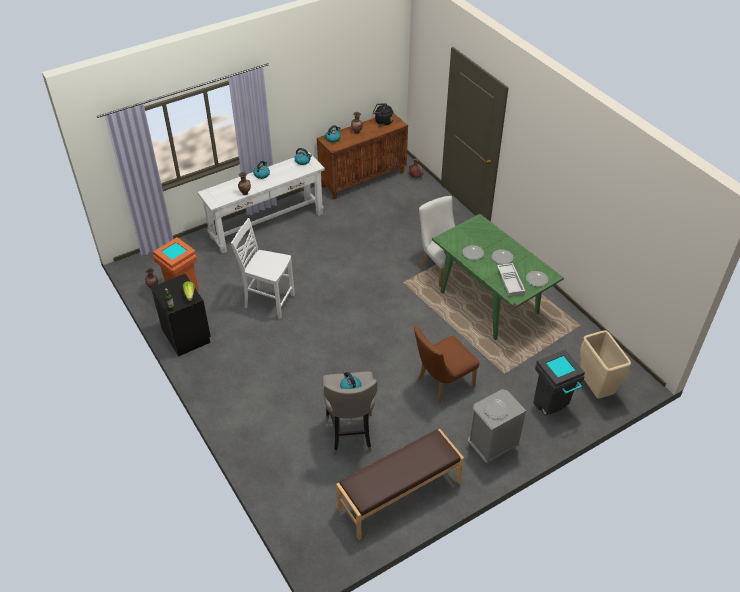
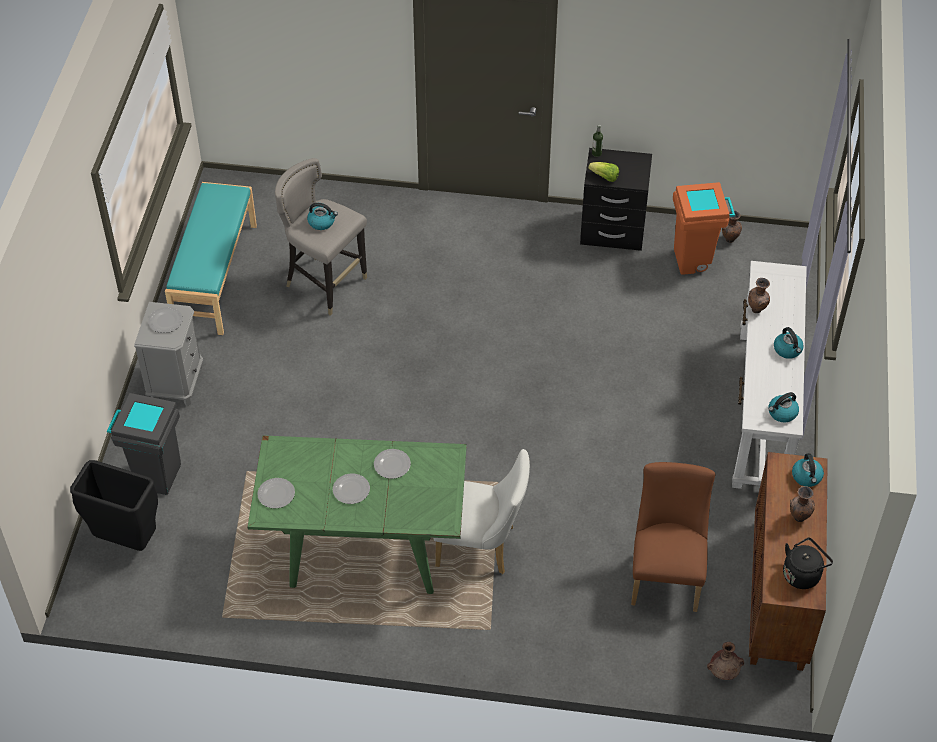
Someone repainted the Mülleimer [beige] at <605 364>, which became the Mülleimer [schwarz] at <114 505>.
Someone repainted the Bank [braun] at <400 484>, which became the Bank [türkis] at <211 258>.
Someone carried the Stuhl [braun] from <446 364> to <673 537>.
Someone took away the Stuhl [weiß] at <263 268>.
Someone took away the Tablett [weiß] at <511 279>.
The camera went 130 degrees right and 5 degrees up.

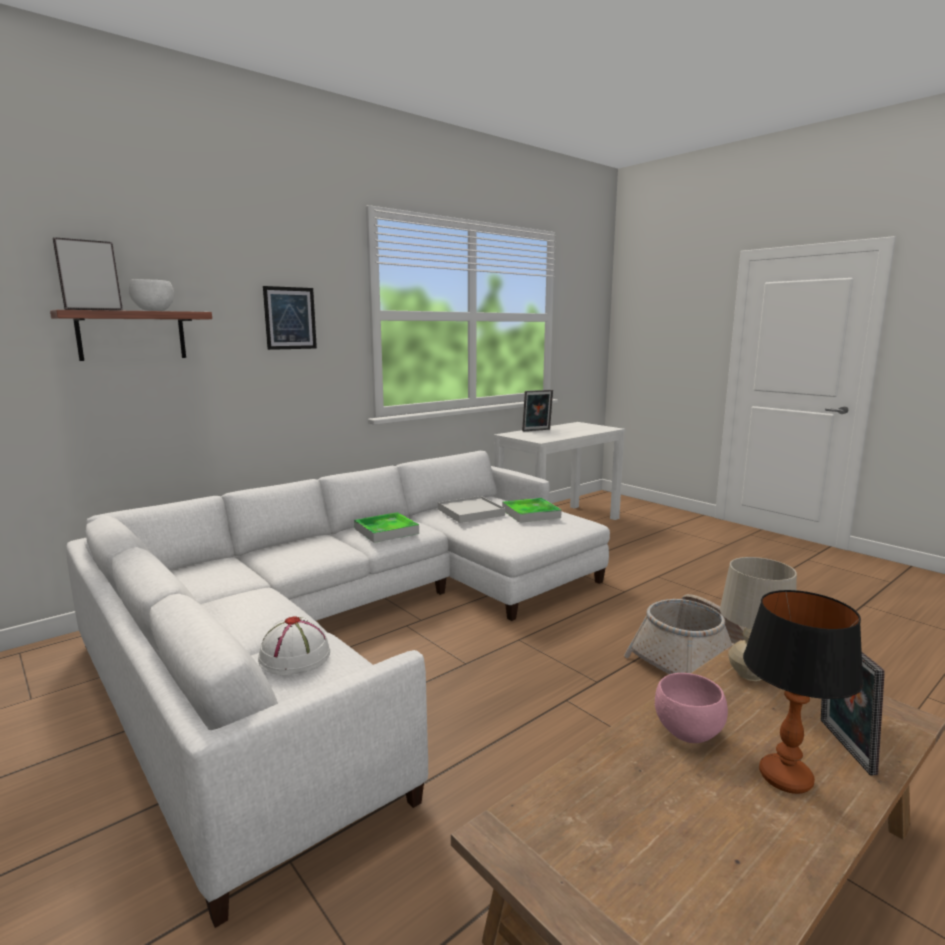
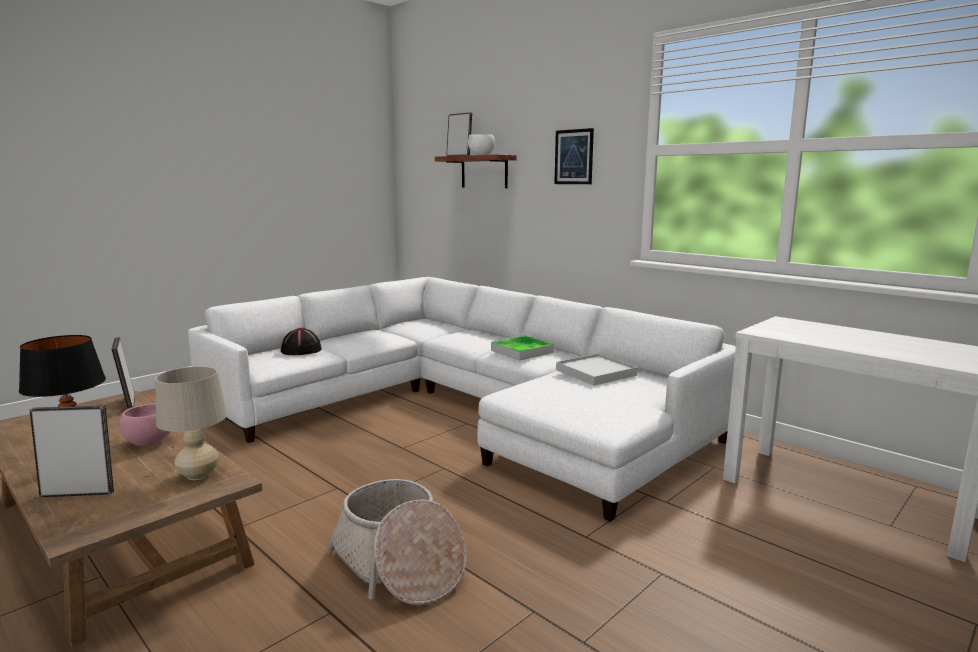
Someone carried the Bilderrahmen from <537 410> to <123 373>.
Someone repainted the Hut [weiß] at <294 646>, which became the Hut [schwarz] at <301 341>.
Someone took away the Tablett at <532 510>.
The camera went 85 degrees right and 0 degrees up.

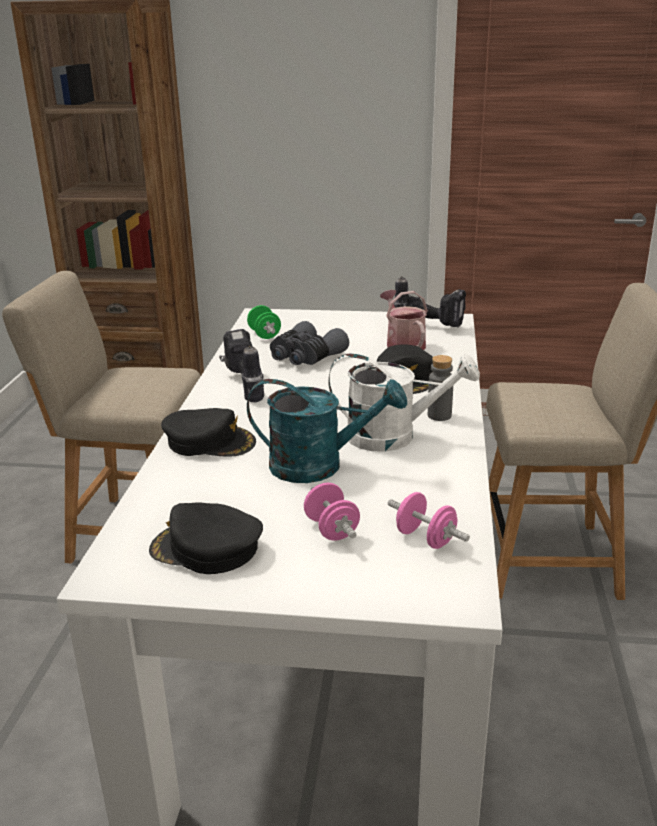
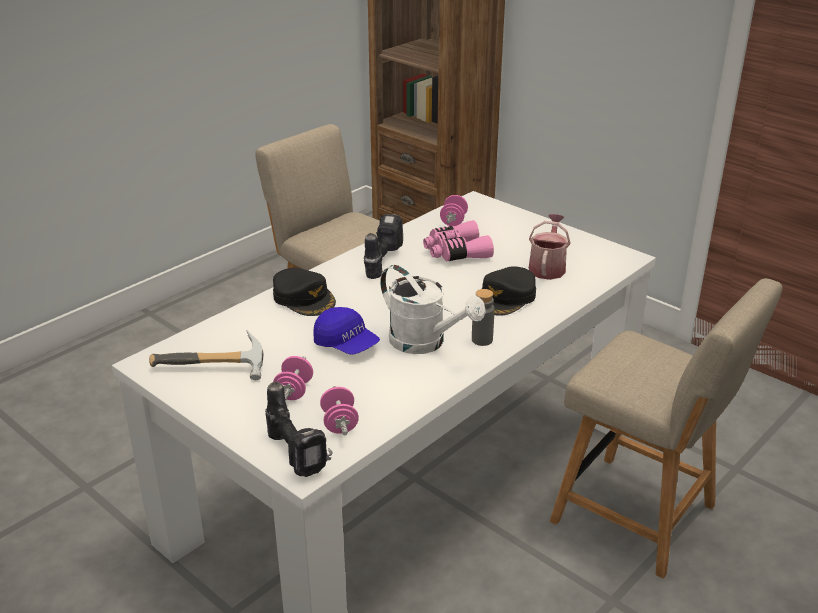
Someone swapped the Kappe [schwarz] at <206 538> for the Hammer at <206 355>.
Someone carried the Bohrmaschine from <430 301> to <299 429>.
Someone swapped the Gießkanne [türkis] at <327 431> for the Kappe [blau] at <346 331>.
Someone repainted the Fernglas [grau] at <309 343>, which became the Fernglas [rosa] at <458 240>.
Someone repainted the Hantel [grün] at <264 322>, which became the Hantel [rosa] at <454 210>.
The camera went 35 degrees right and 5 degrees up.

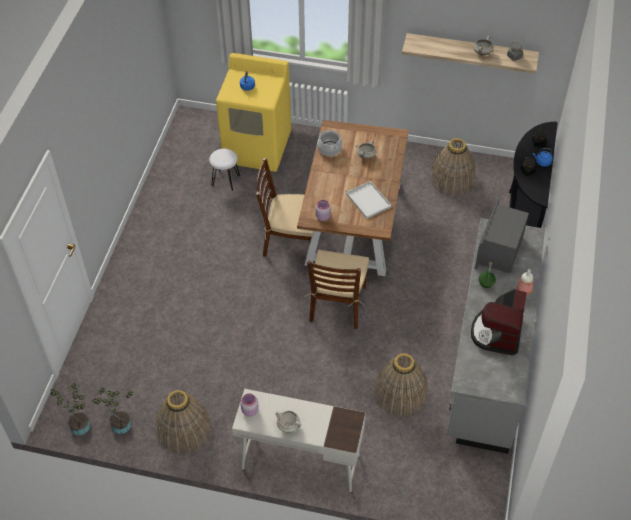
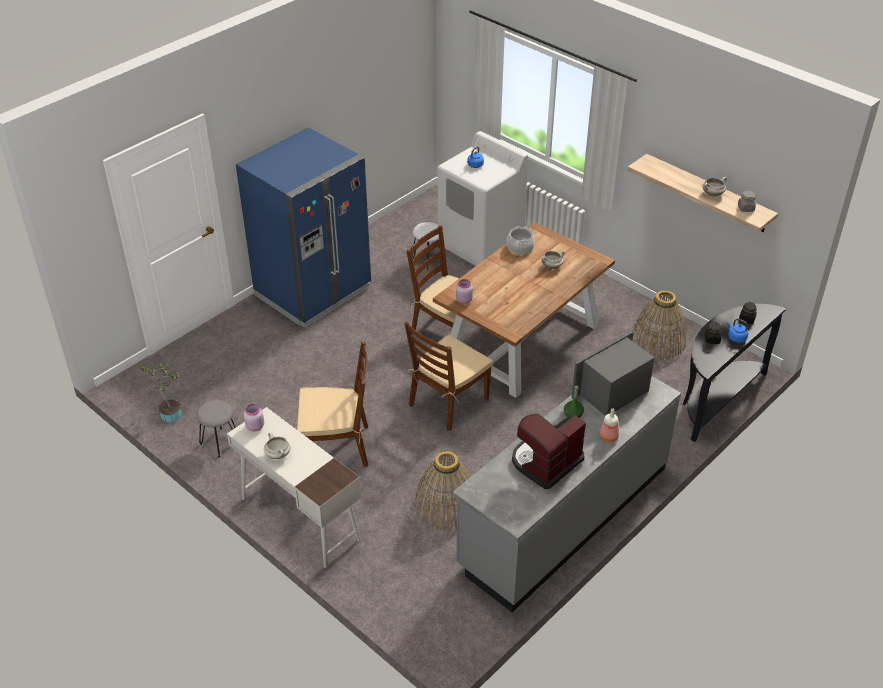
Someone swapped the Korb at <184 422> for the Hocker [grau] at <216 428>.
Someone put down the Kühlschrank [blau] at <303 227>.
Someone put down the Stuhl [braun] at <332 404>.
Someone repainted the Waschmaschine [gelb] at <253 112>, which became the Waschmaschine [weiß] at <483 198>.
Someone took away the Topfpflanze at <70 409>.
Someone took away the Tablett [weiß] at <368 200>.
The camera went 30 degrees right and 10 degrees down.

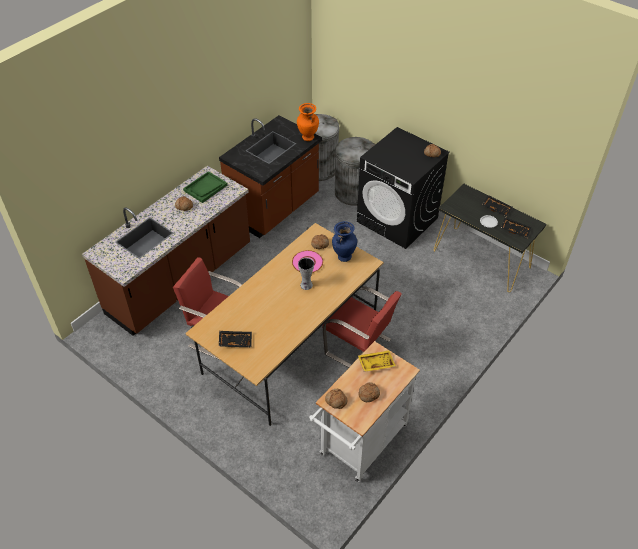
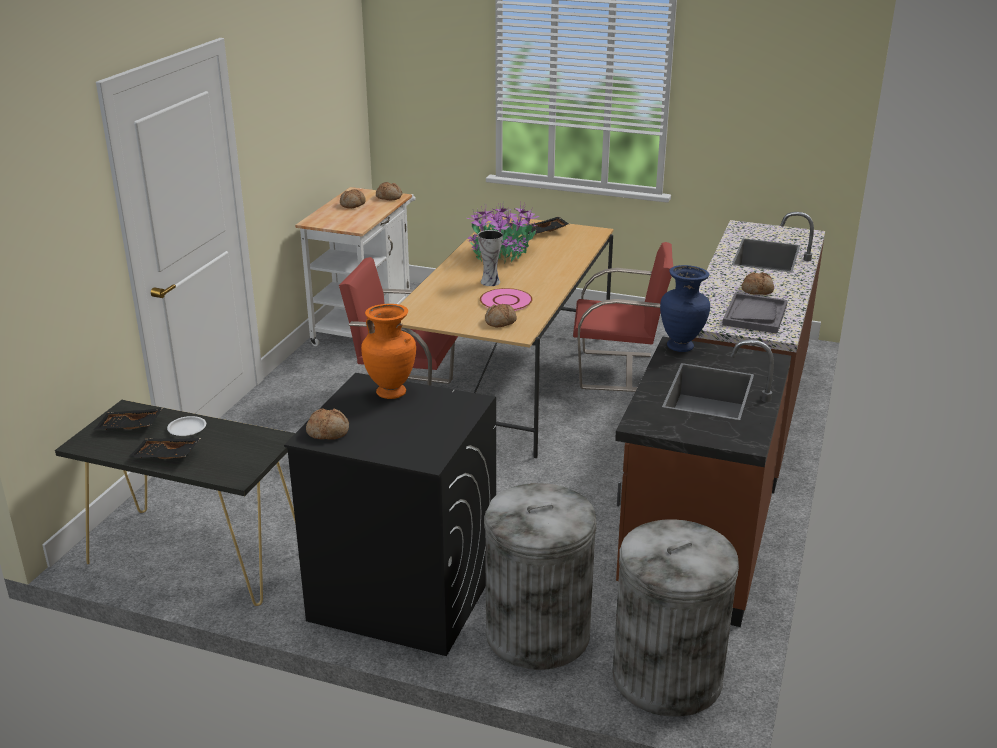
Someone carried the Vase [orange] from <308 122> to <388 351>.
Someone put down the Topfpflanze at <503 233>.
Someone carried the Vase [blau] from <344 241> to <685 308>.
Someone repainted the Tablett [grün] at <205 187>, which became the Tablett [grau] at <755 313>.
Someone took away the Tablett [gelb] at <377 361>.
The camera went 160 degrees right and 20 degrees down.

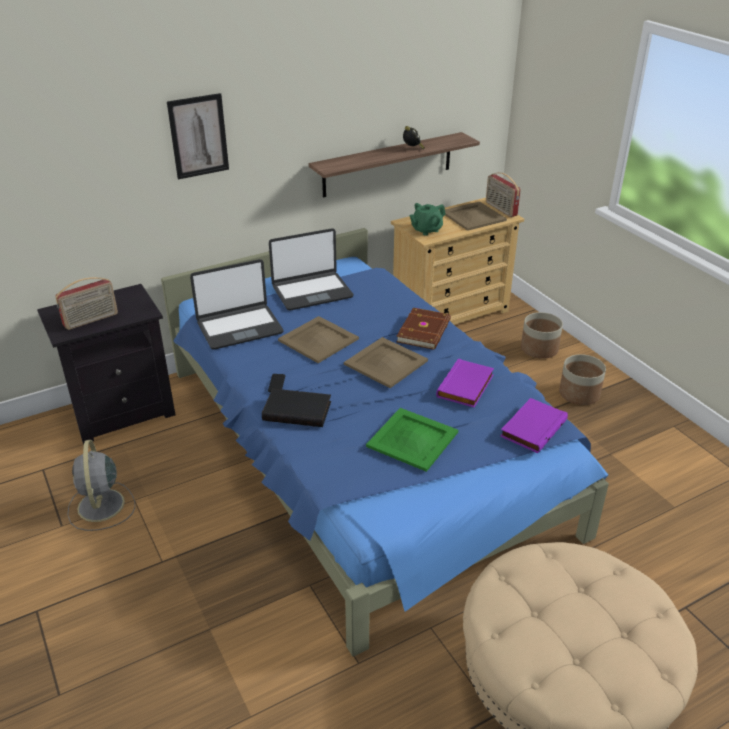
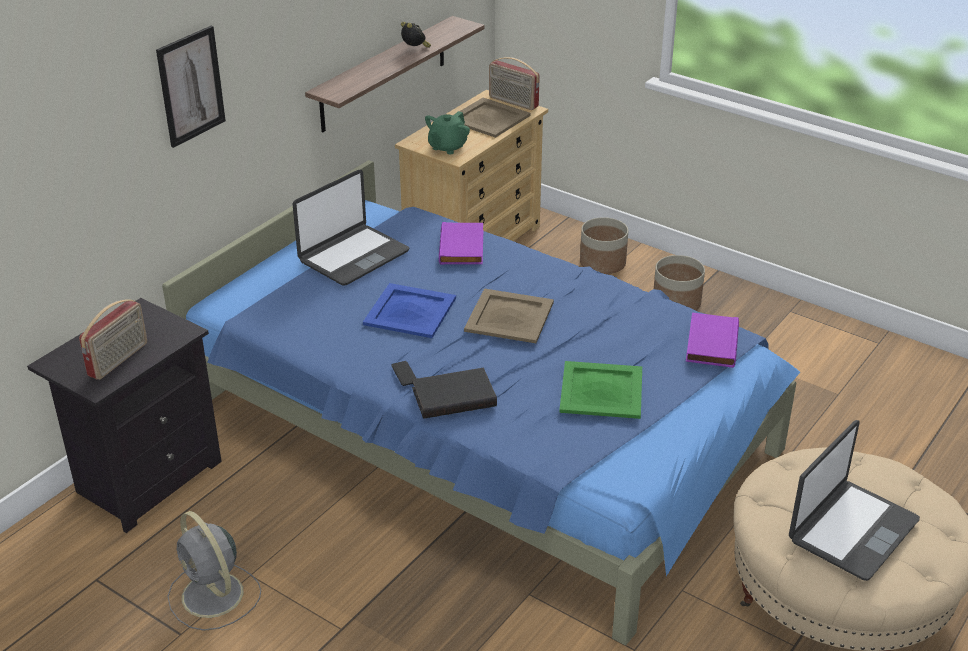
Someone repainted the Tablett [beige] at <318 339>, which became the Tablett [blau] at <409 310>.
Someone carried the Buch [lila] from <465 382> to <461 243>.
Someone carried the Laptop from <236 304> to <854 500>.
Someone took away the Buch [braun] at <424 329>.
The camera went 25 degrees left and 0 degrees up.

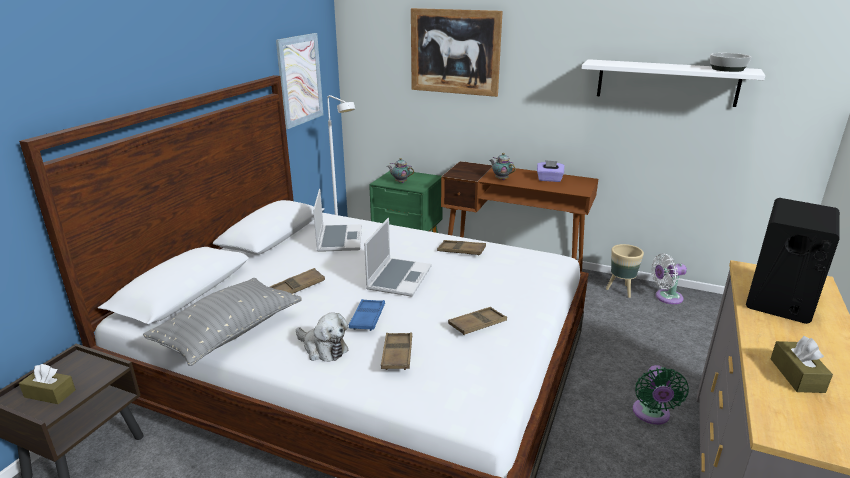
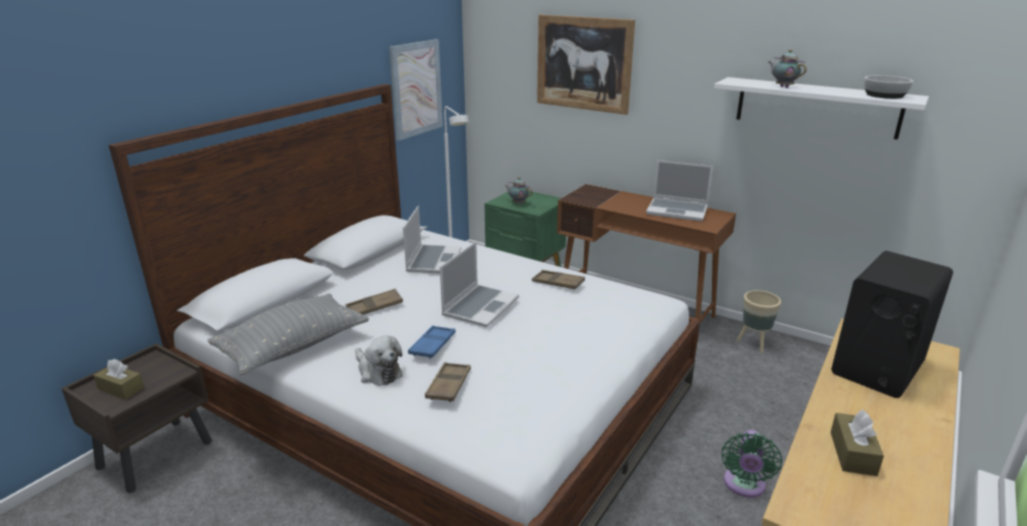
Someone swapped the Taschentuchbox [lila] at <550 171> for the Laptop at <679 190>.
Someone carried the Teekanne from <503 166> to <788 68>.
Someone took away the Tablett [braun] at <477 321>.
Someone took away the Ventilator [weiß] at <669 278>.
The camera went 10 degrees right and 0 degrees up.

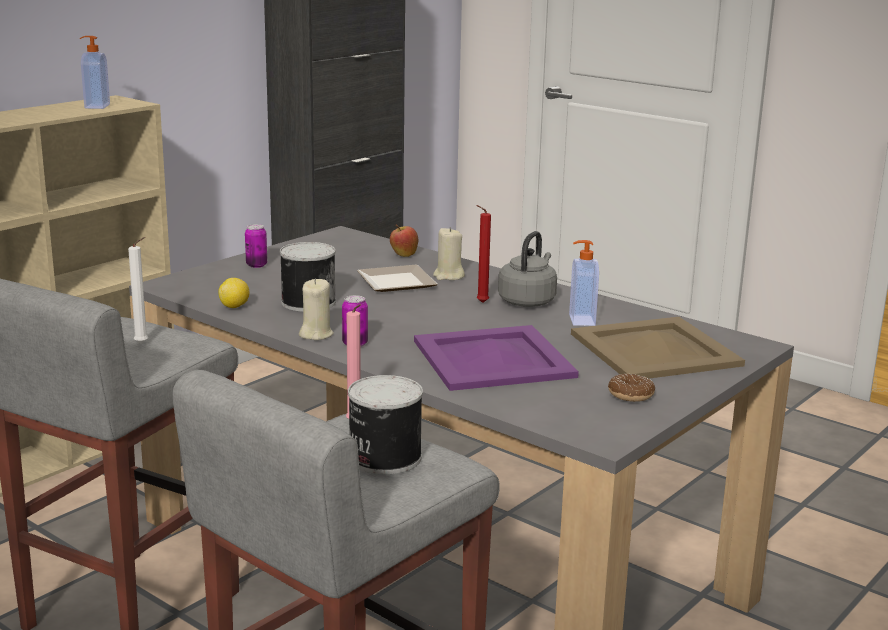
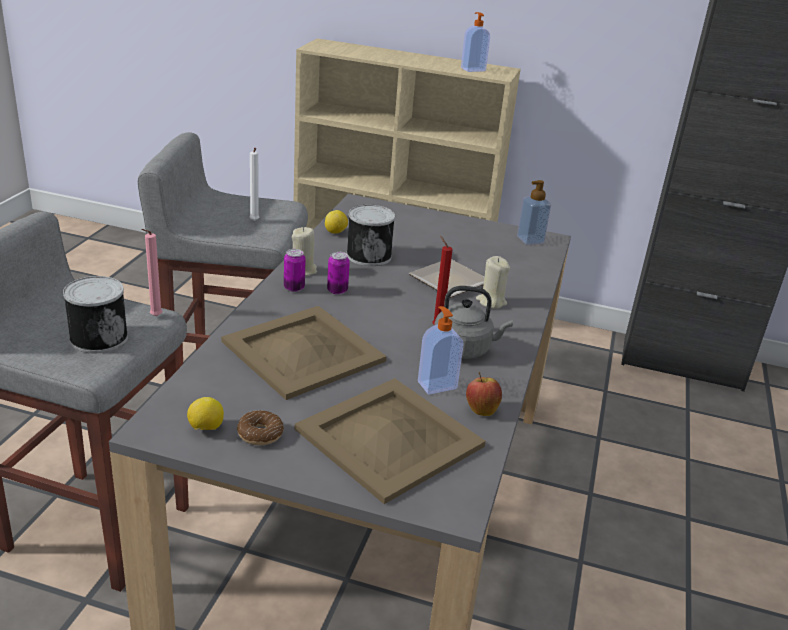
Someone put down the Zitrone at <205 413>.
Someone repainted the Tablett [lila] at <496 358>, which became the Tablett [beige] at <304 353>.
Someone carried the Dose from <256 246> to <338 273>.
Someone carried the Apfel from <404 241> to <484 394>.
Someone put down the Seifenspender at <534 212>.
The camera went 65 degrees right and 10 degrees up.

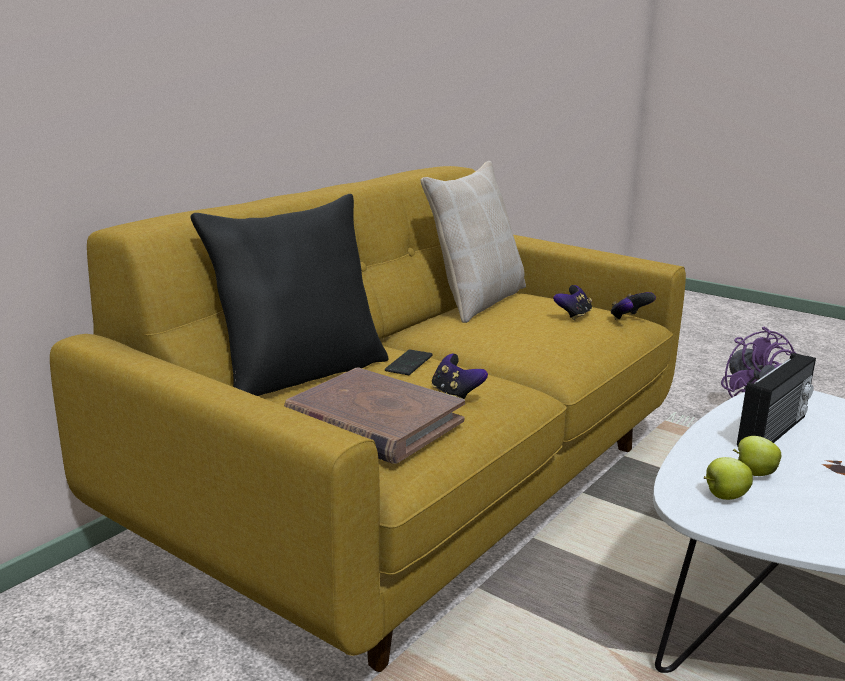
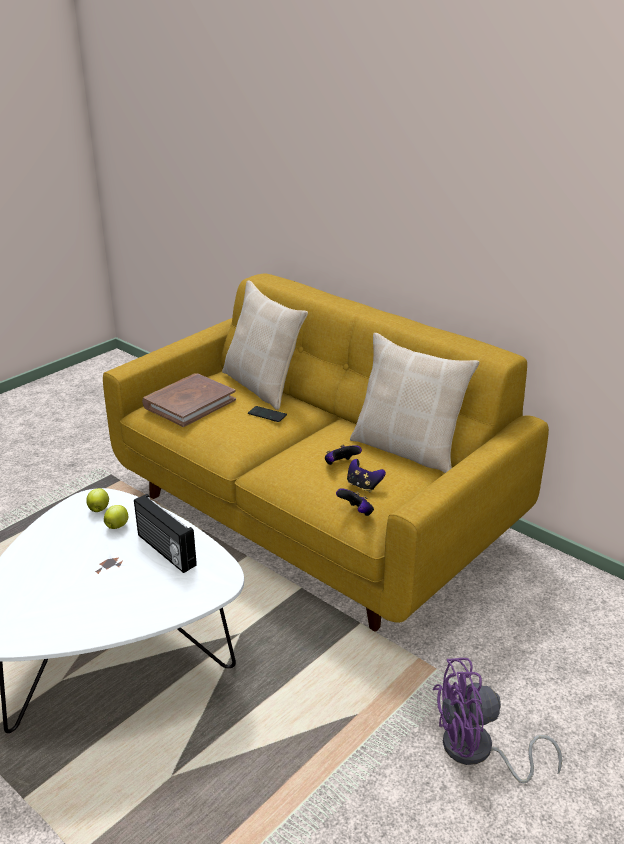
Someone repainted the Kissen [schwarz] at <289 295>, which became the Kissen [beige] at <265 345>.
Someone carried the Gamepad from <460 376> to <343 455>.
The camera went 95 degrees right and 10 degrees up.

